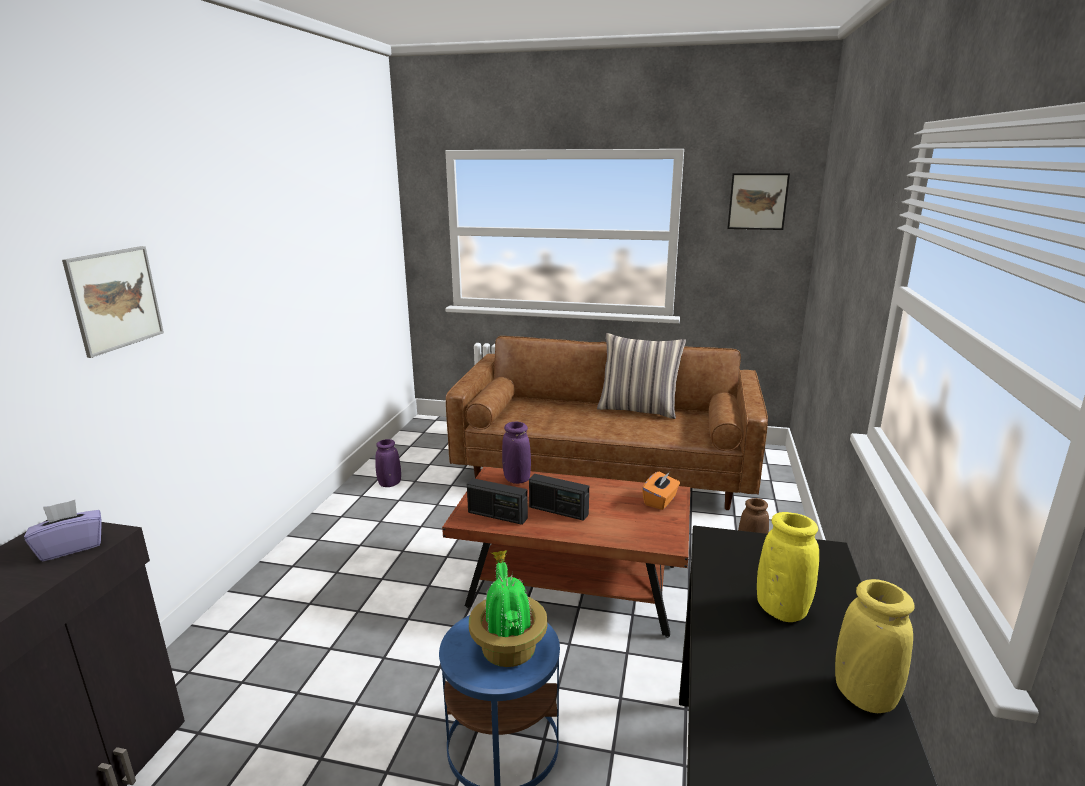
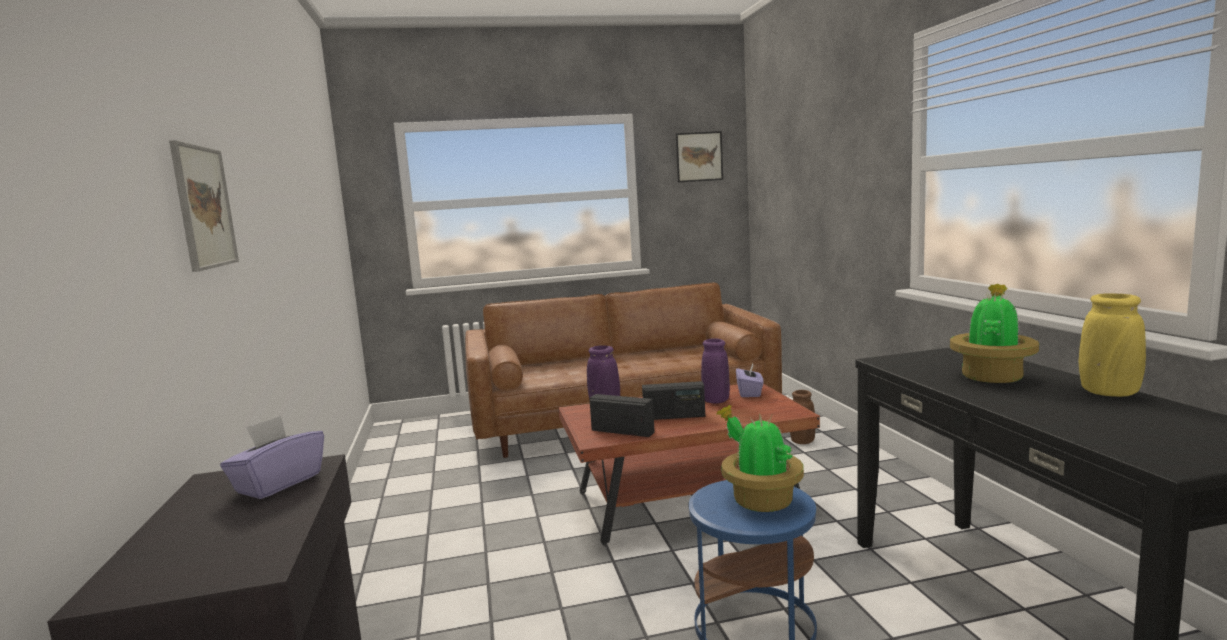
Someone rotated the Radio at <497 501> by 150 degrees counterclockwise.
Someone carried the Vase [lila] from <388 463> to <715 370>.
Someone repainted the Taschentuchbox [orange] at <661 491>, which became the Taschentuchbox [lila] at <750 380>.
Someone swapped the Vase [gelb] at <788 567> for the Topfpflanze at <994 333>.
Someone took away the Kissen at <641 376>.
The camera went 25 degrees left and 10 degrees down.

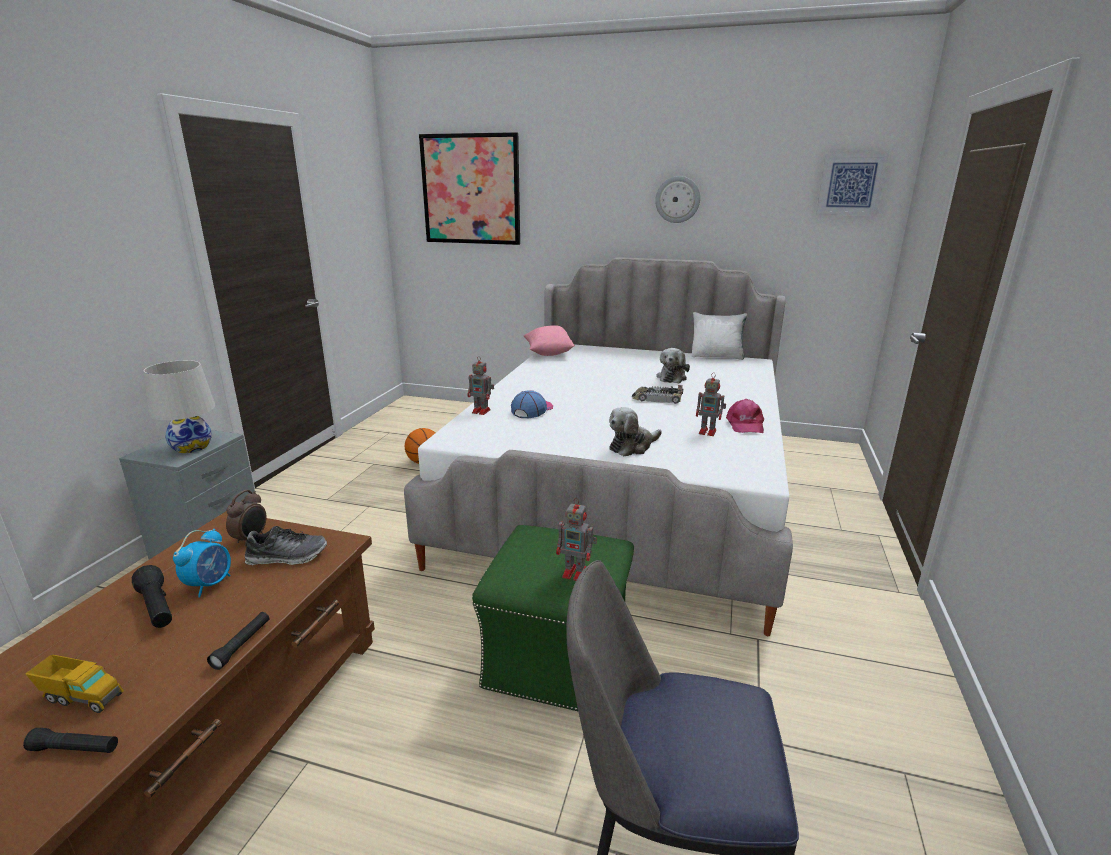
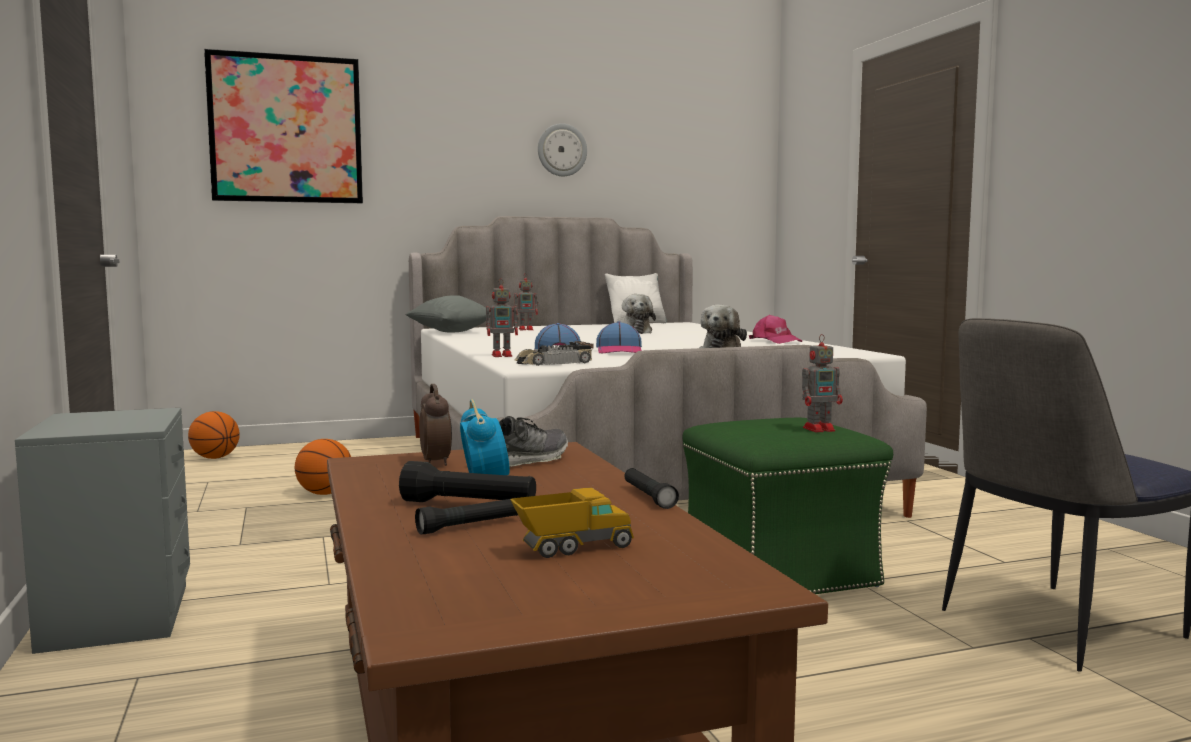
Someone put down the Basketball at <214 435>.
Someone repainted the Kissen [rosa] at <549 341>, which became the Kissen [grau] at <448 313>.
Someone carried the Taschenlampe [schwarz] from <70 740> to <466 517>.
Someone carried the Spielzeugauto from <657 394> to <554 353>.
Someone carried the Spielzeugroboter from <711 404> to <526 302>.
Someone put down the Kappe at <619 337>.
Someone took away the Tischlampe [weiß] at <179 406>.
Someone took away the Bild at <852 184>.
The camera went 35 degrees left and 15 degrees down.

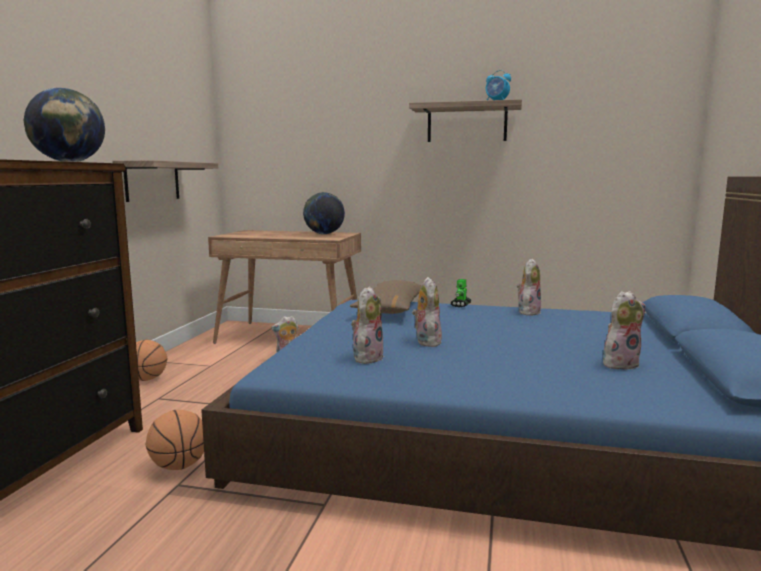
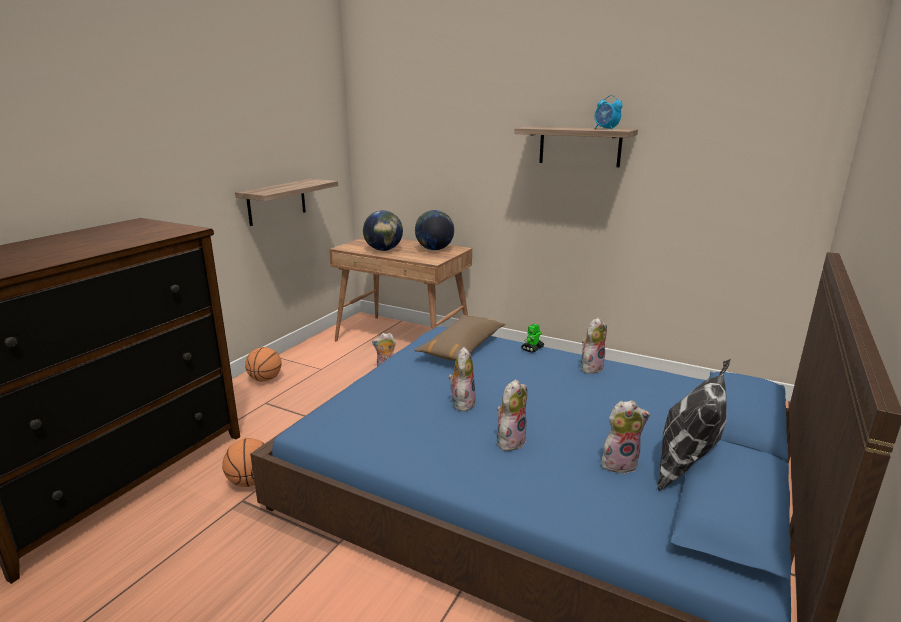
Someone carried the Globus from <64 125> to <383 230>.
Someone carried the Plüschtier from <367 325> to <512 415>.
Someone put down the Kissen at <694 425>.
The camera went 15 degrees right and 10 degrees up.

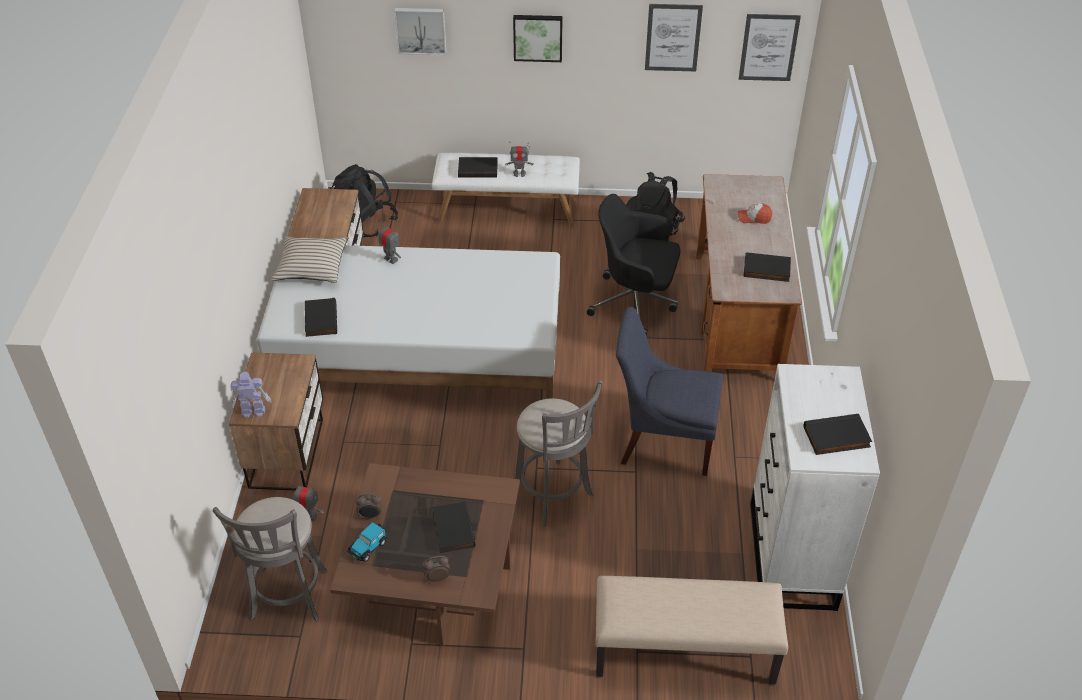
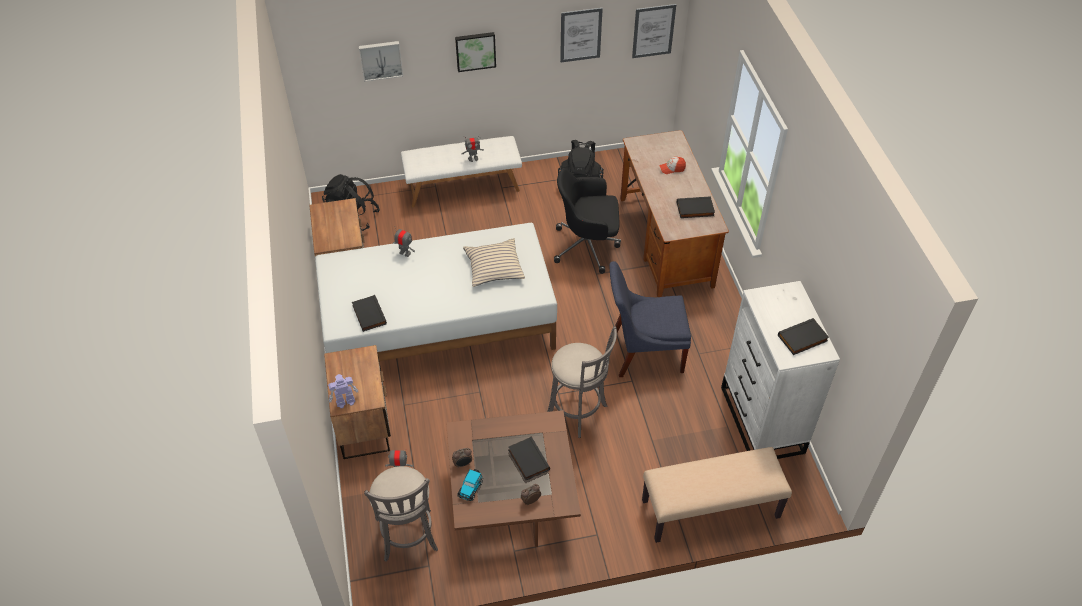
Someone carried the Kissen [beige] from <309 259> to <494 262>.
Someone took away the Buch [schwarz] at <478 167>.
The camera went 15 degrees left and 5 degrees up.

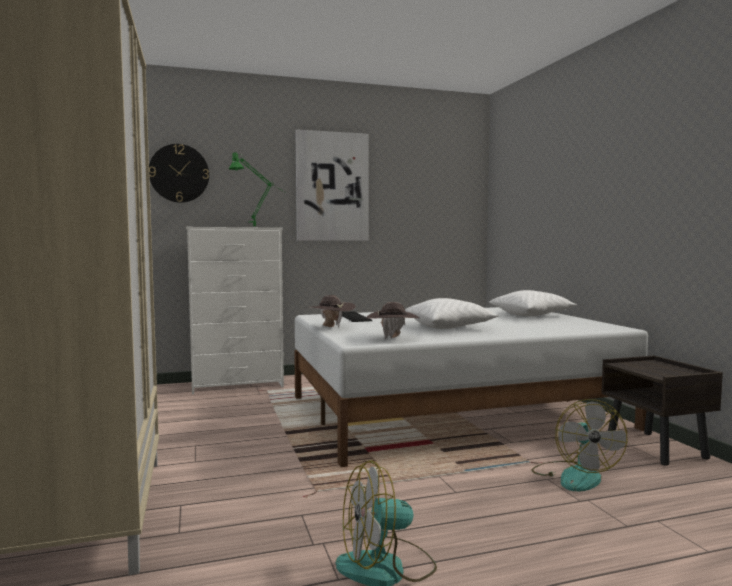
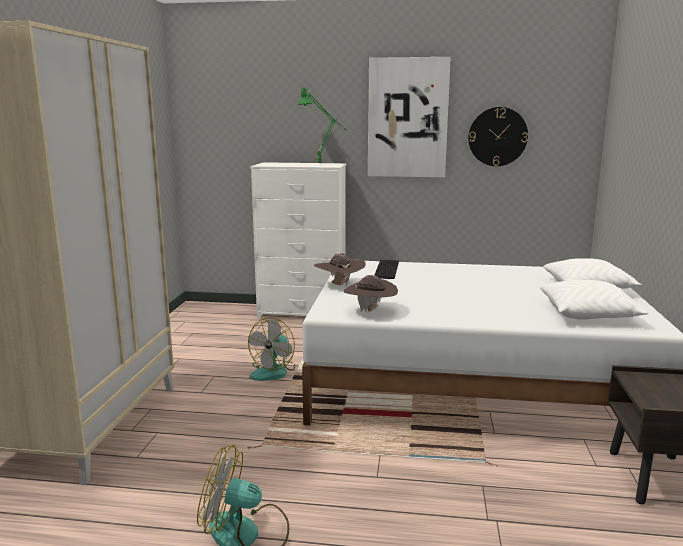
Someone carried the Ventilator from <579 445> to <271 349>.
Someone carried the Wanduhr from <179 173> to <498 136>.
Someone carried the Kissen [weiß] from <452 313> to <594 300>.
The camera went 25 degrees right and 10 degrees up.

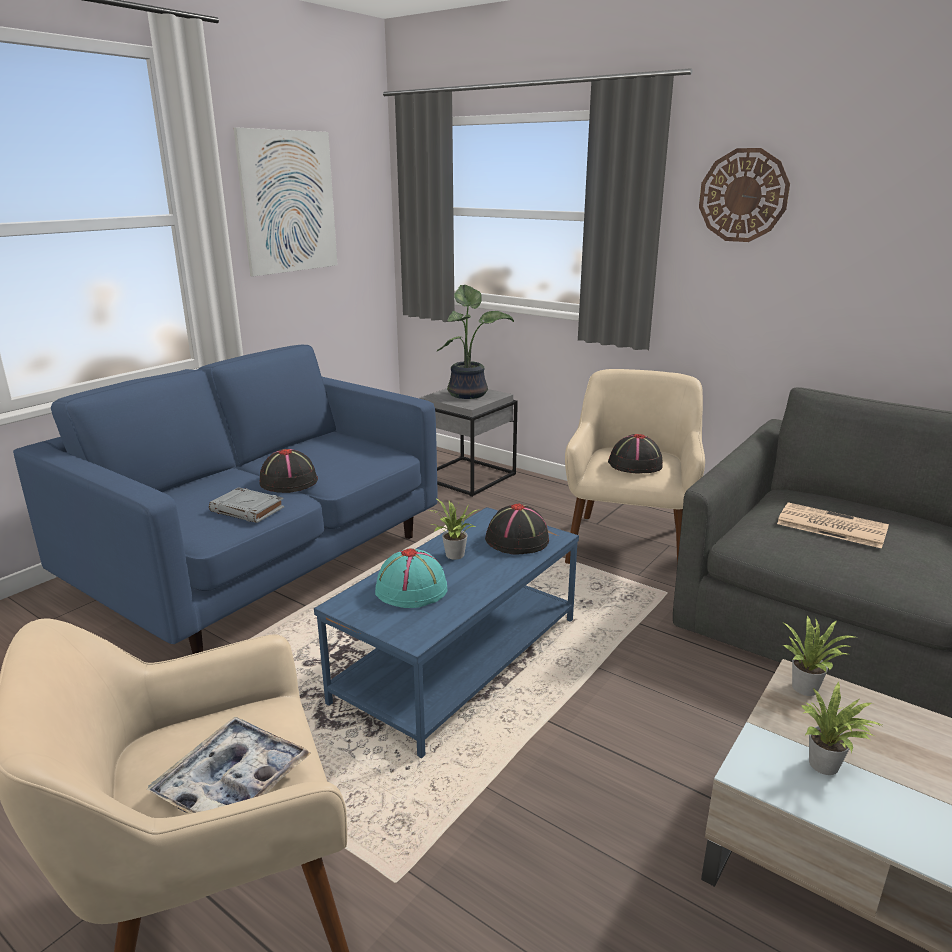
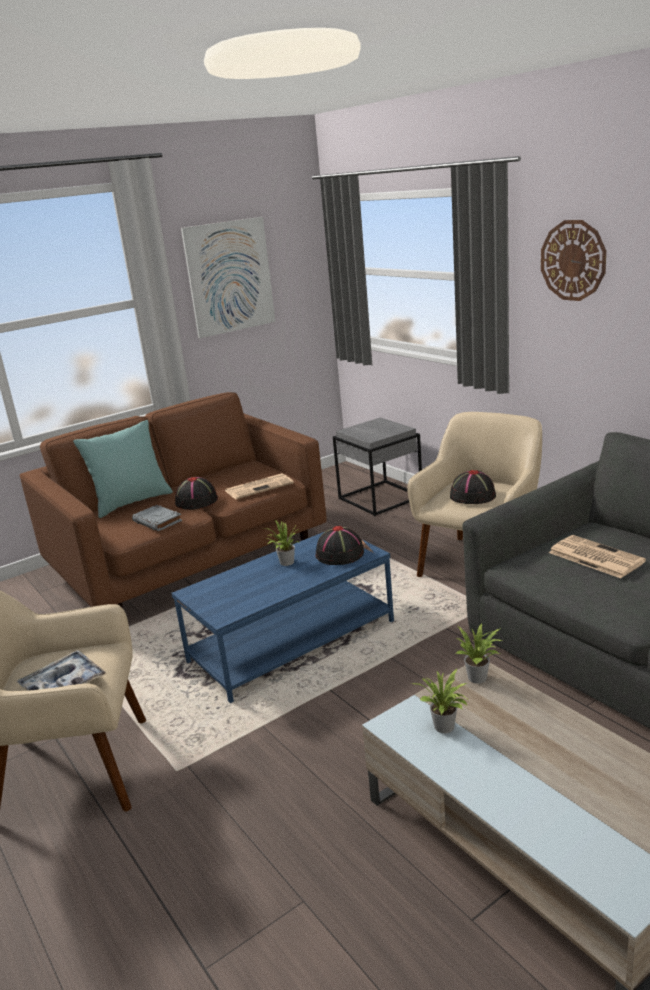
Someone repainted the Sofa [blau] at <225 499>, which became the Sofa [braun] at <173 500>.
Someone put down the Kissen [türkis] at <123 469>.
Someone put down the Zeitung at <259 486>.
Someone took away the Hut [türkis] at <411 578>.
Someone took away the Topfpflanze at <475 342>.
The camera went 20 degrees right and 0 degrees up.

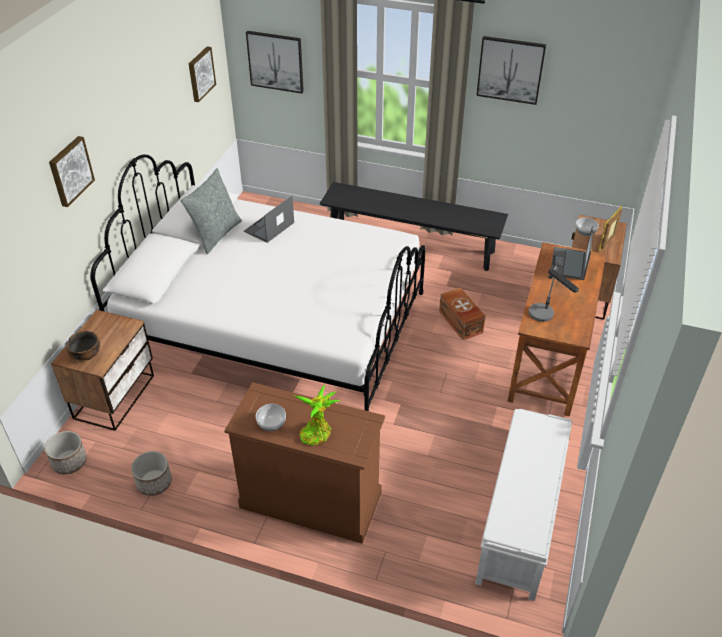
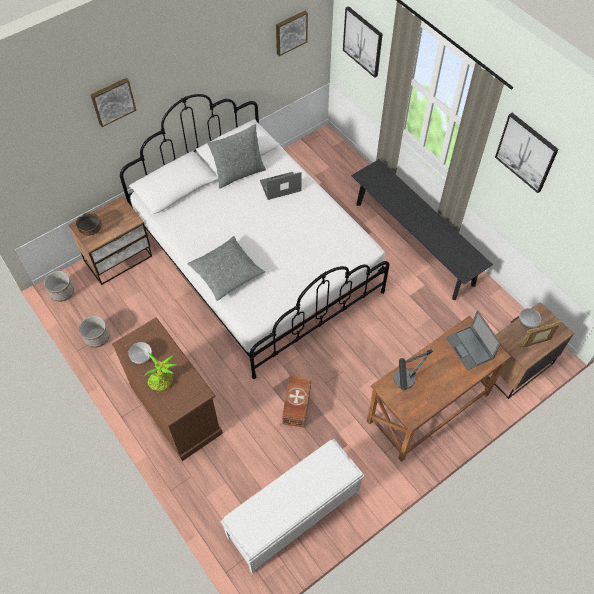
Someone put down the Kissen [grau] at <226 268>.
Someone carried the Aufbewahrungsbox [braun] from <462 314> to <296 401>.
Someone rotated the Laptop at <572 252> by 75 degrees counterclockwise.
The camera went 35 degrees right and 15 degrees up.

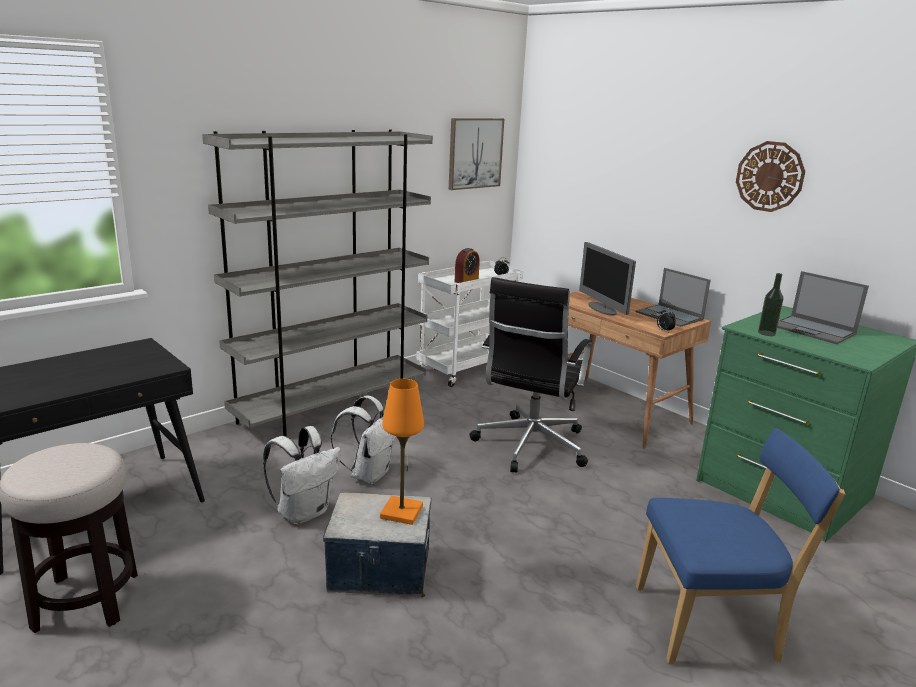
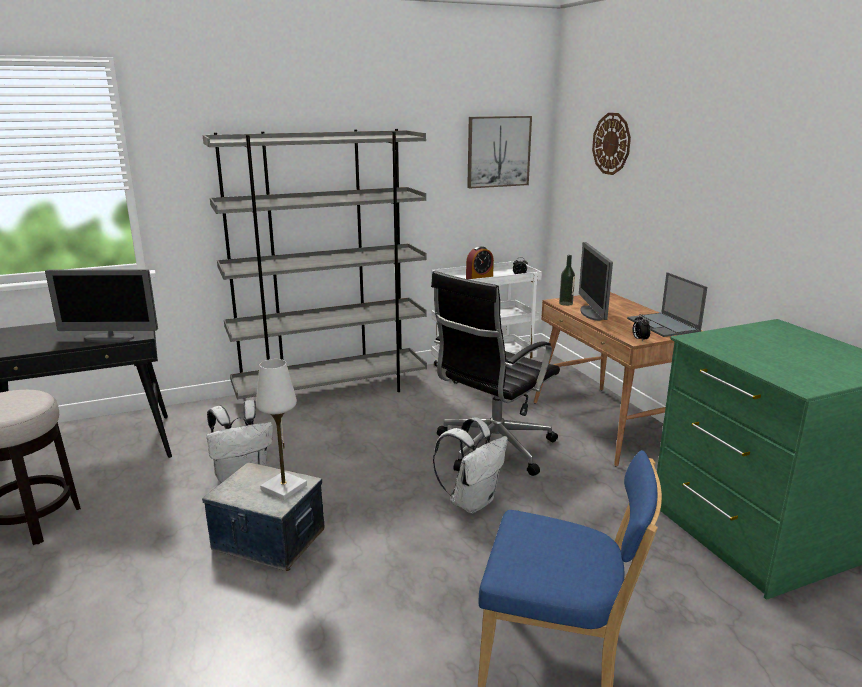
Someone put down the Monitor at <101 306>.
Someone repainted the Tischlampe [orange] at <402 452>, which became the Tischlampe [weiß] at <281 429>.
Someone carried the Rucksack [weiß] from <363 440> to <470 465>.
Someone carried the Flasche from <770 304> to <567 280>.
Someone carried the Wanduhr from <770 176> to <611 144>.
Someone took away the Laptop at <823 307>.
The camera went 20 degrees right and 0 degrees up.

